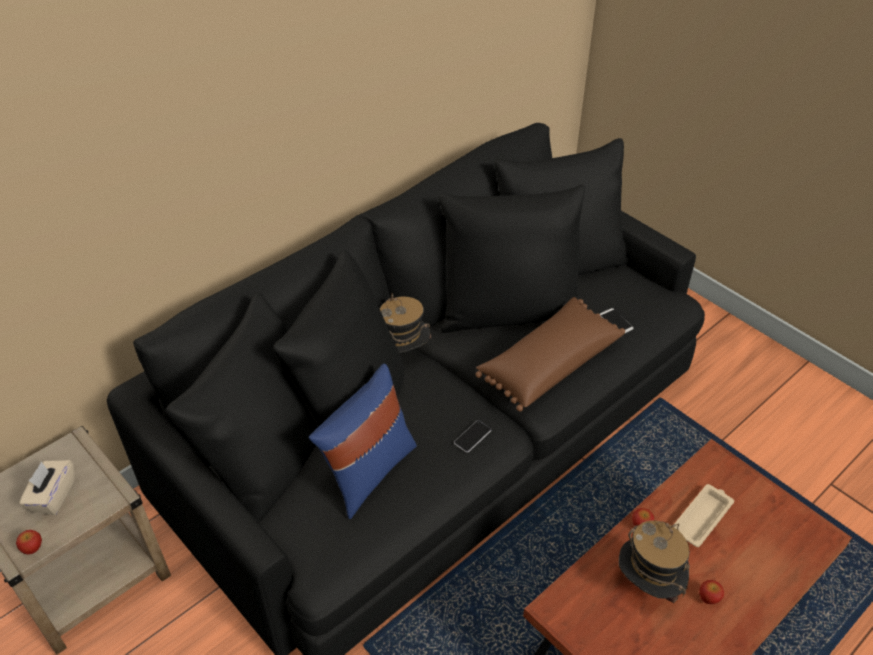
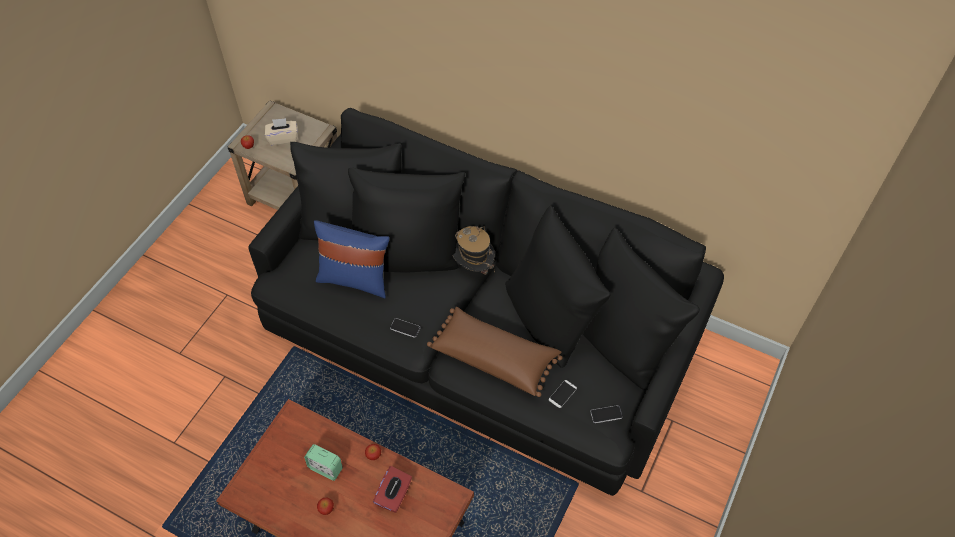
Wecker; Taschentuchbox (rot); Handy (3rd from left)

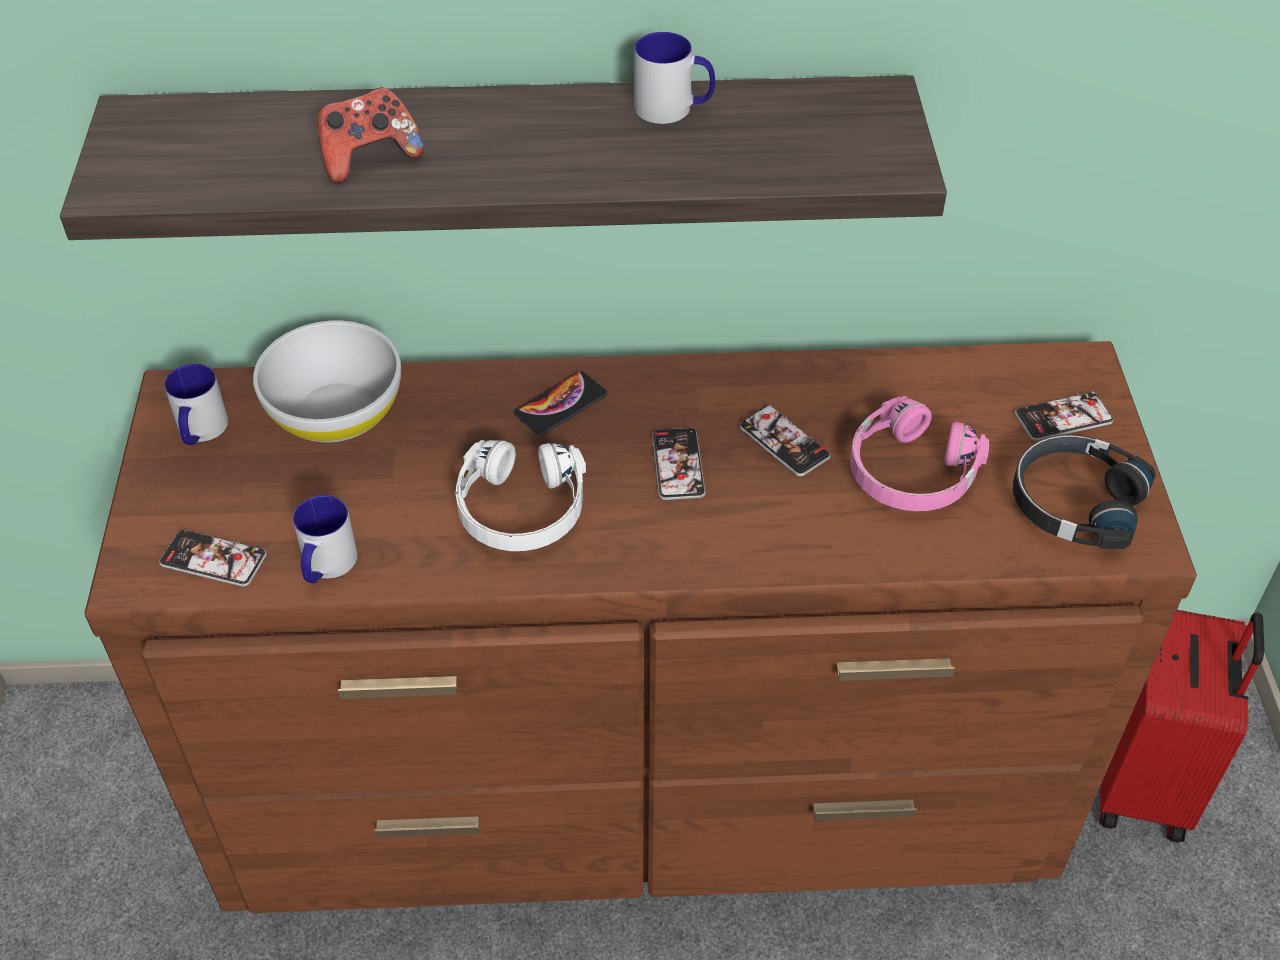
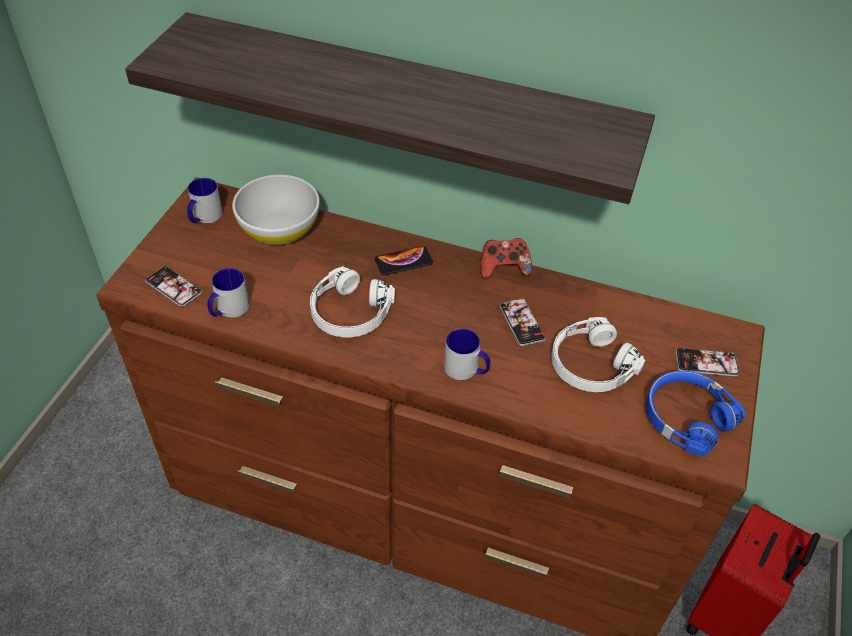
Gamepad; Henkelbecher (3rd from left); Handy (3rd from left in the first image); Kopfhörer (weiß) (2nd from left); Kopfhörer (blau)

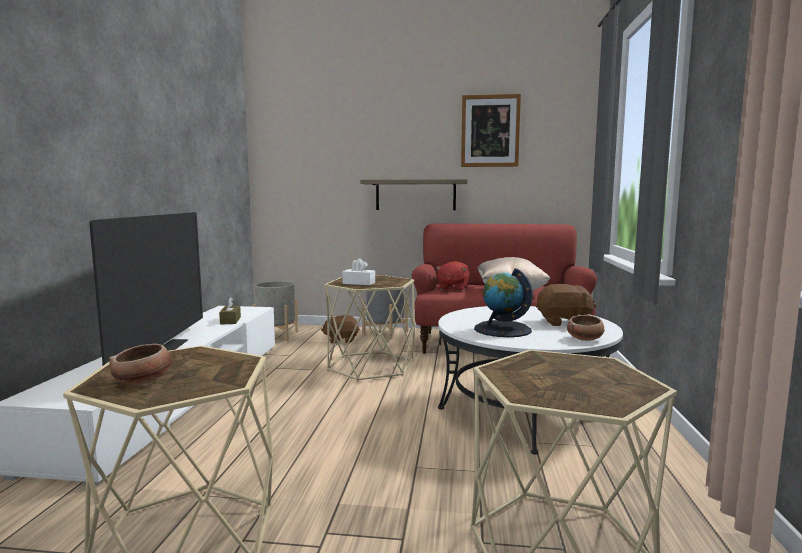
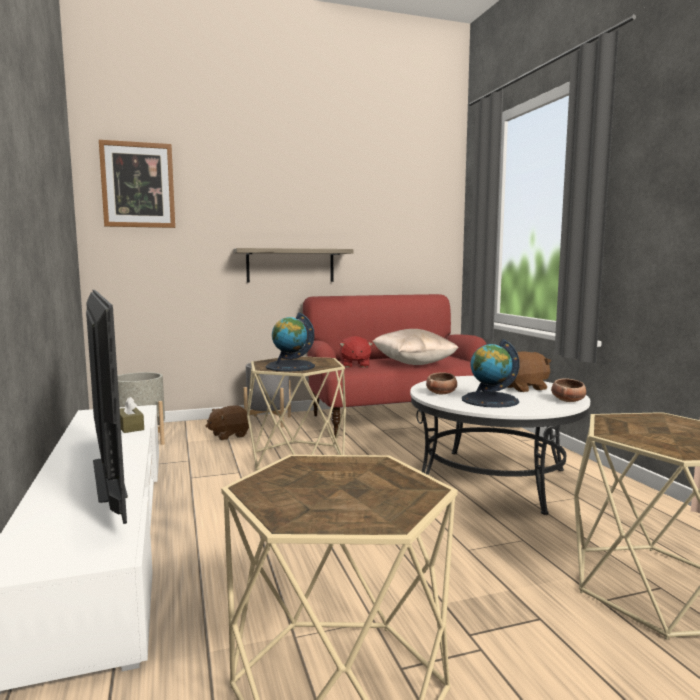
Schüssel (1st from left); Globus (1st from left); Bild

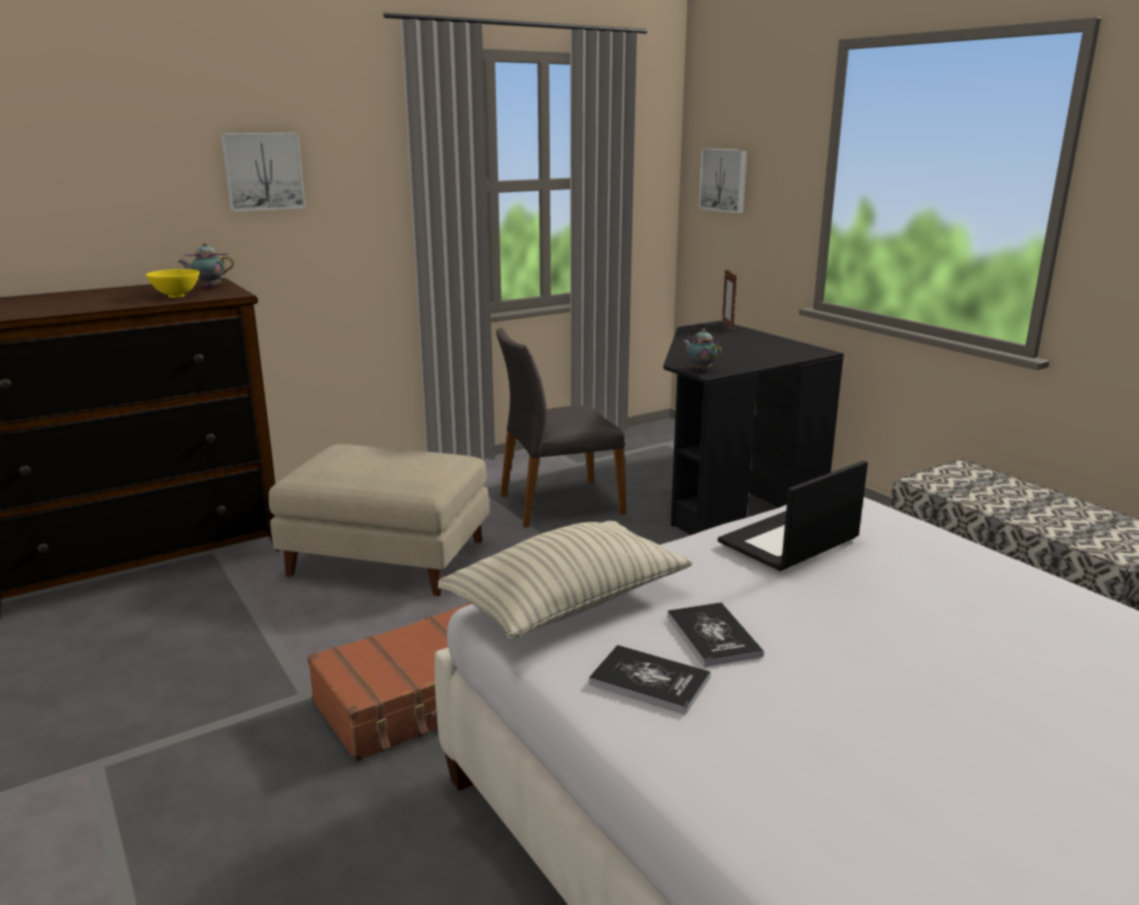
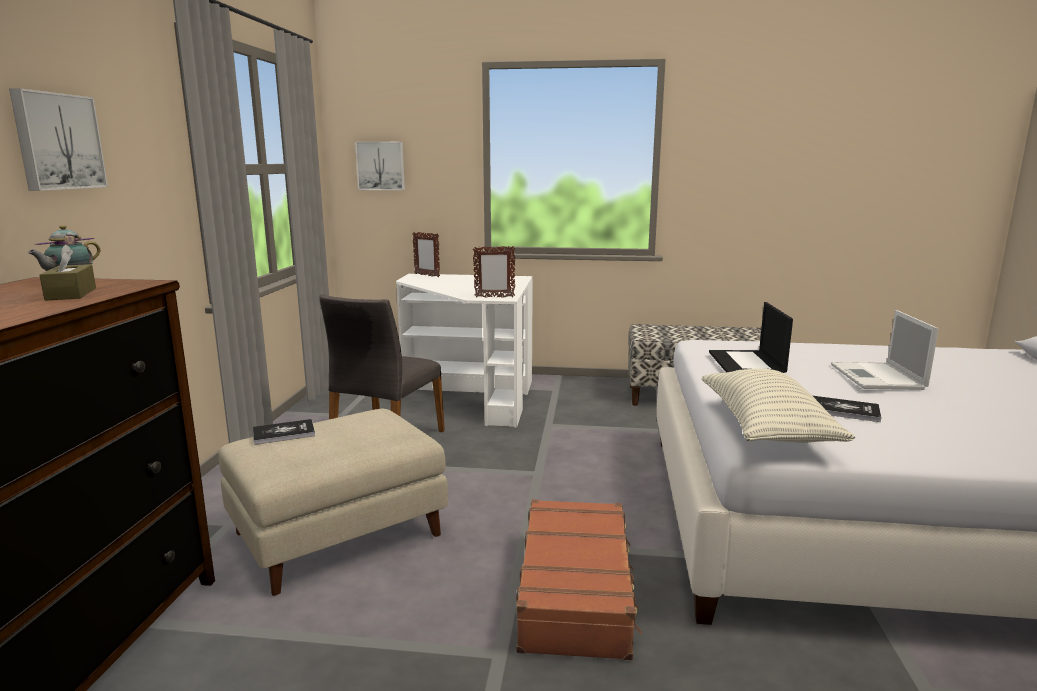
Taschentuchbox (braun); Buch (1st from left); Schreibtisch (weiß); Bilderrahmen (2nd from left); Laptop (2nd from left)

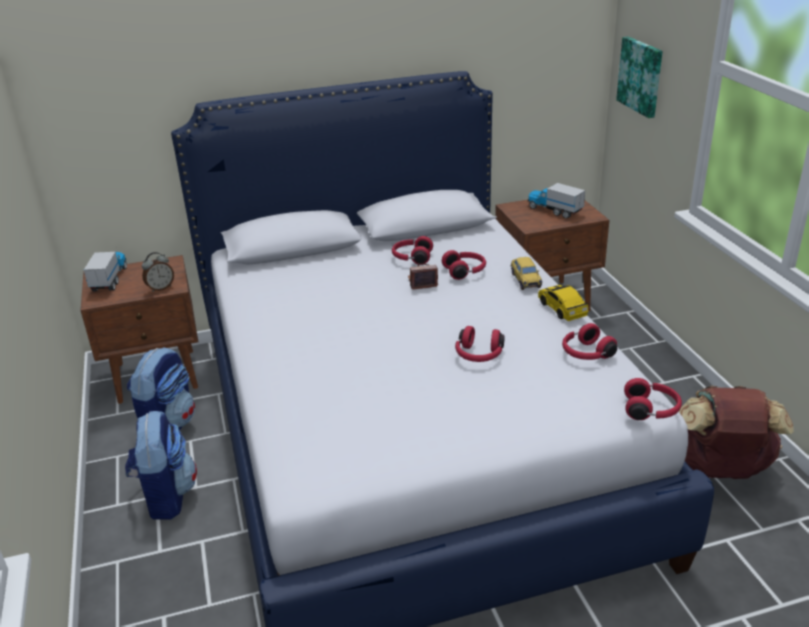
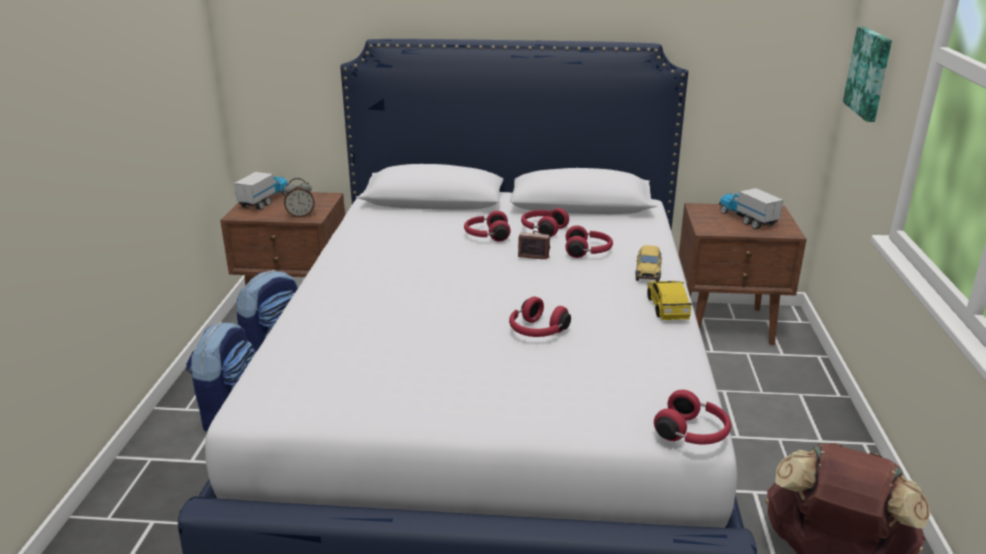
Kopfhörer (rot) (1st from left)

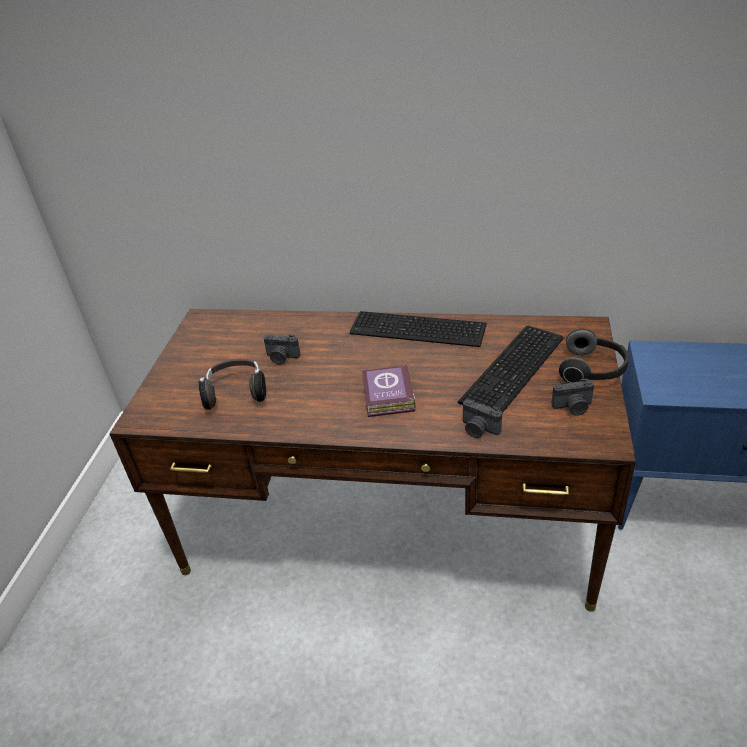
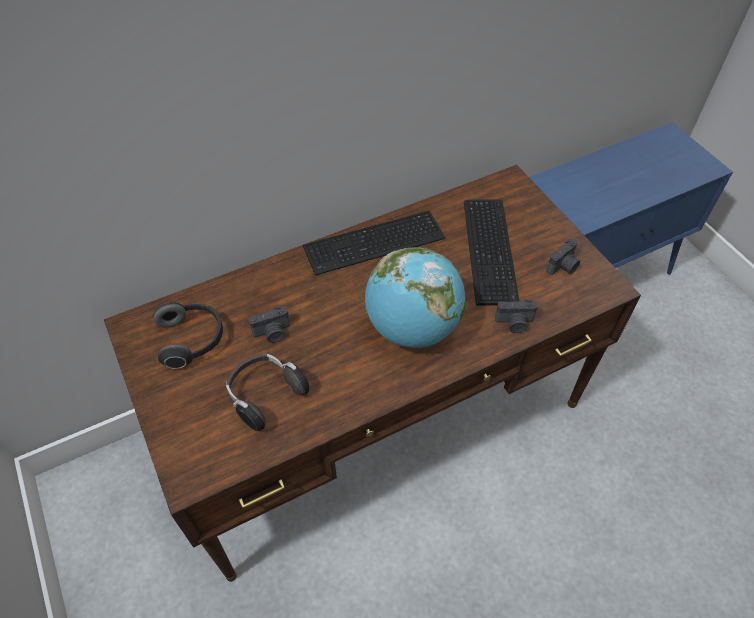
Globus; Kopfhörer (1st from left)

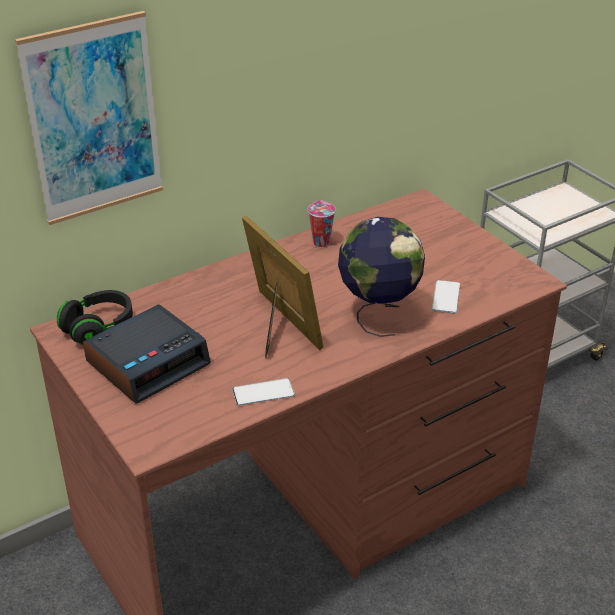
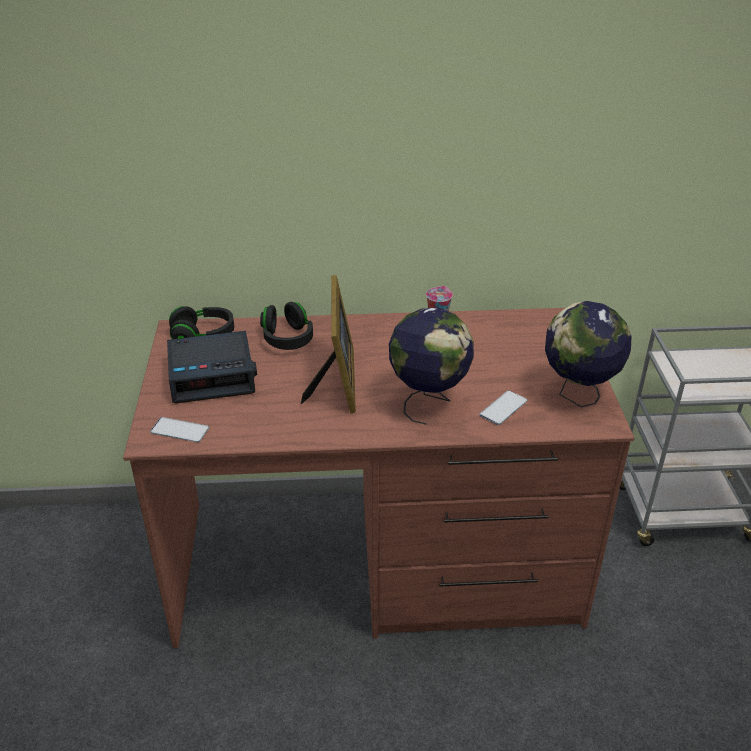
Bild; Handy (1st from left); Kopfhörer (schwarz) (2nd from left); Globus (2nd from left)

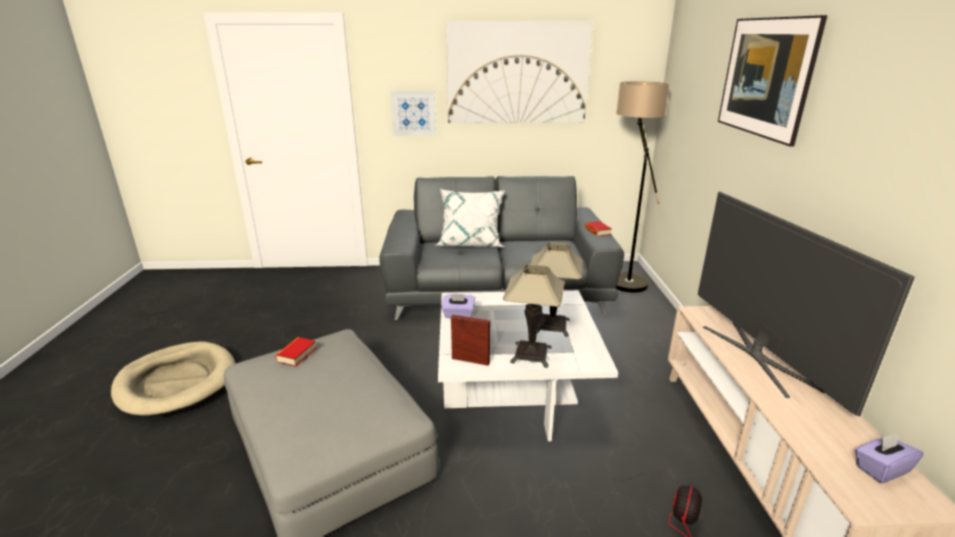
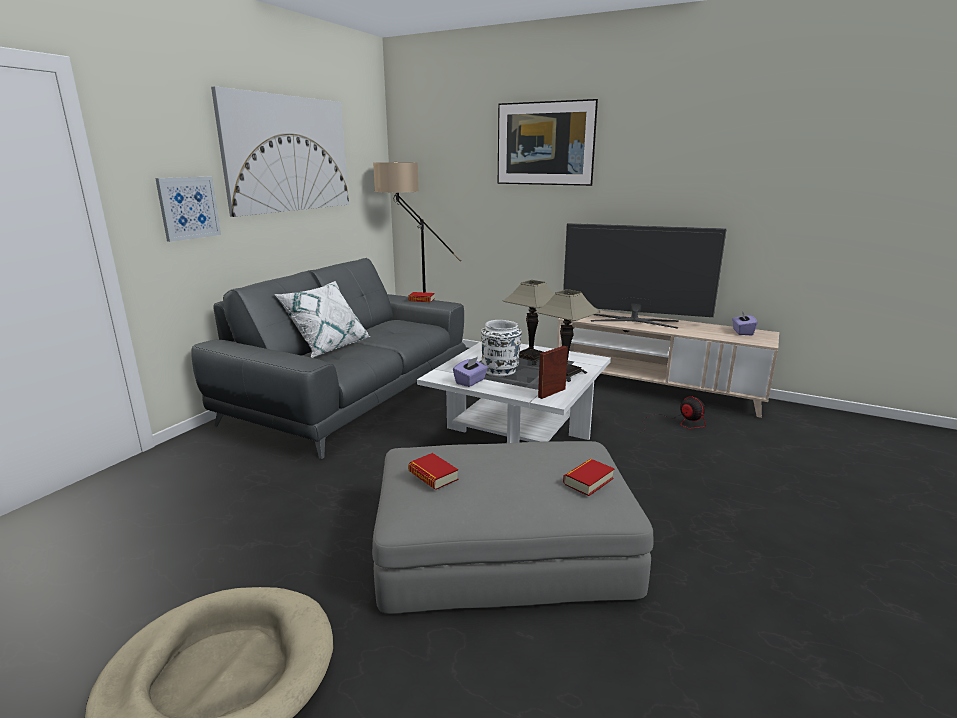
Vase (weiß); Buch (3rd from left)

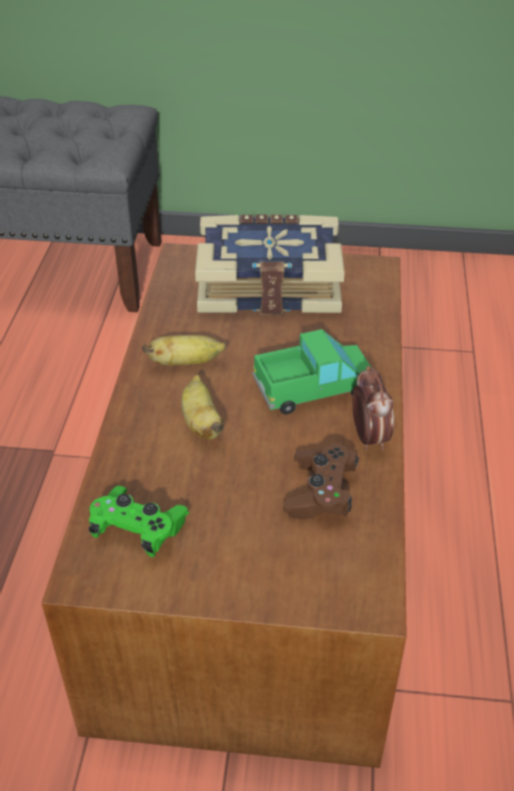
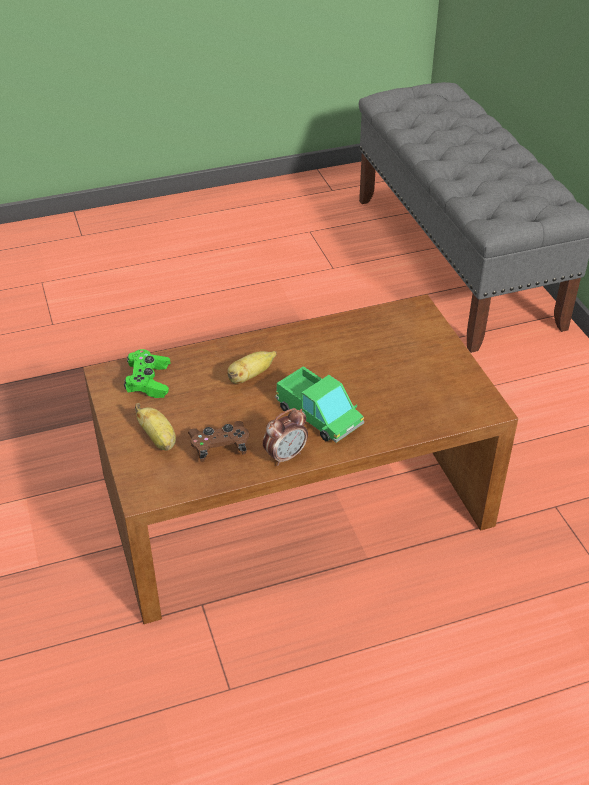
Banane (1st from left); Buch

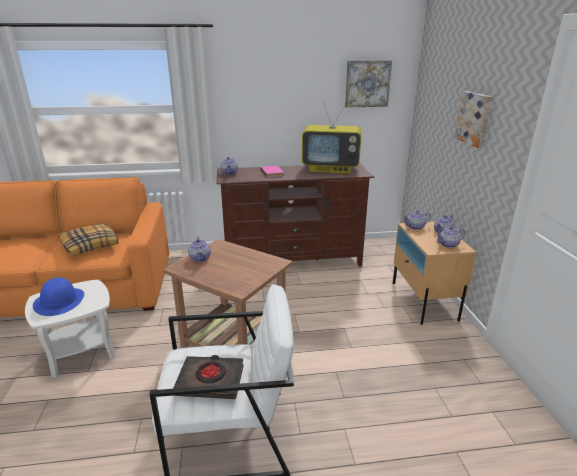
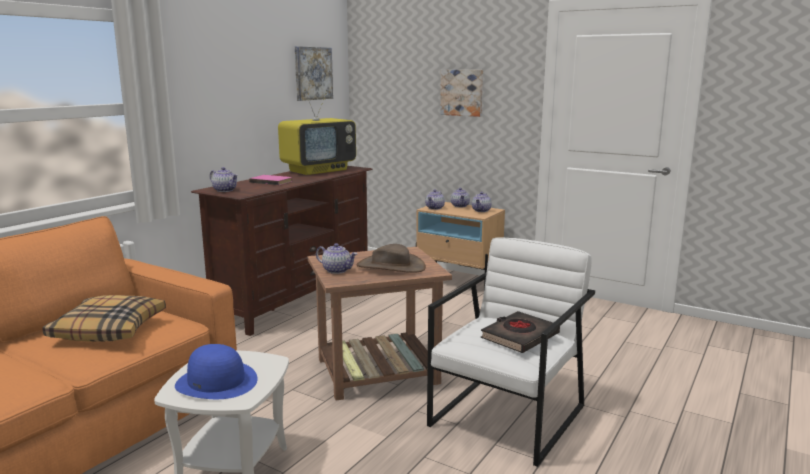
Hut (braun)

